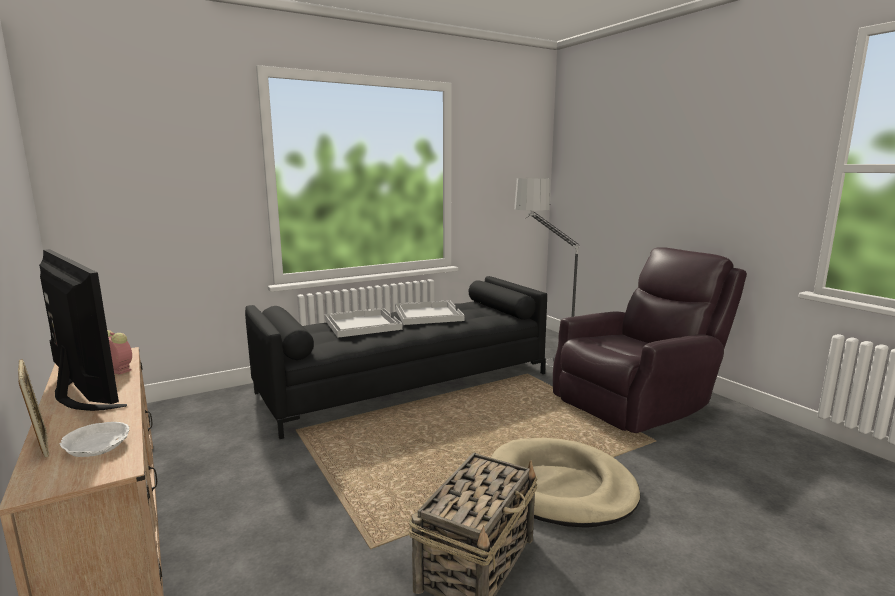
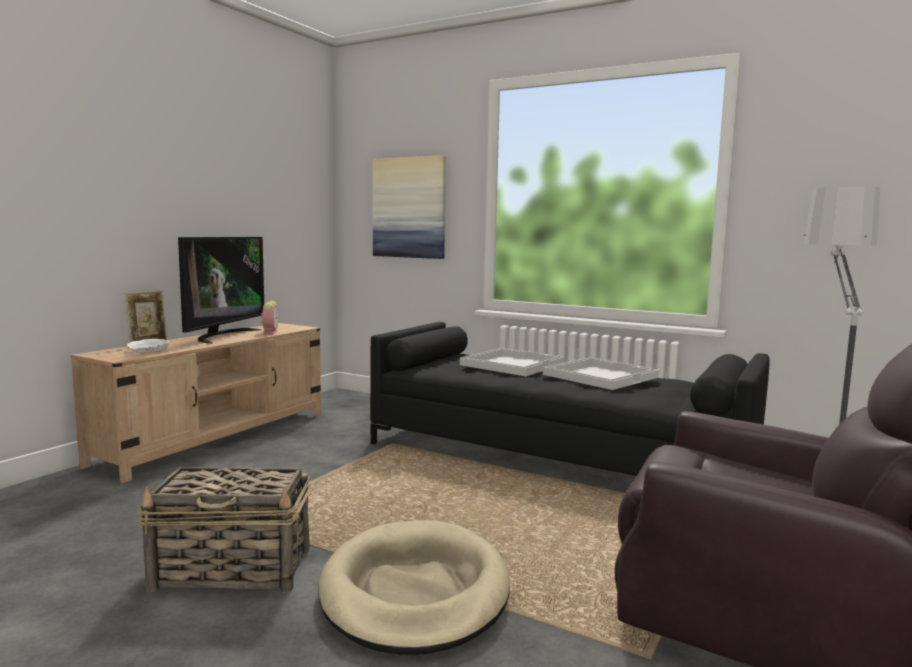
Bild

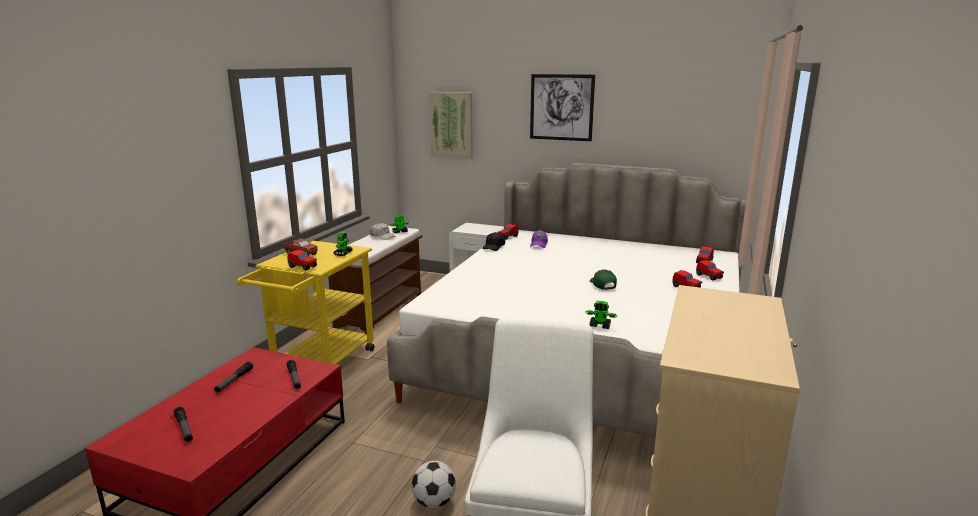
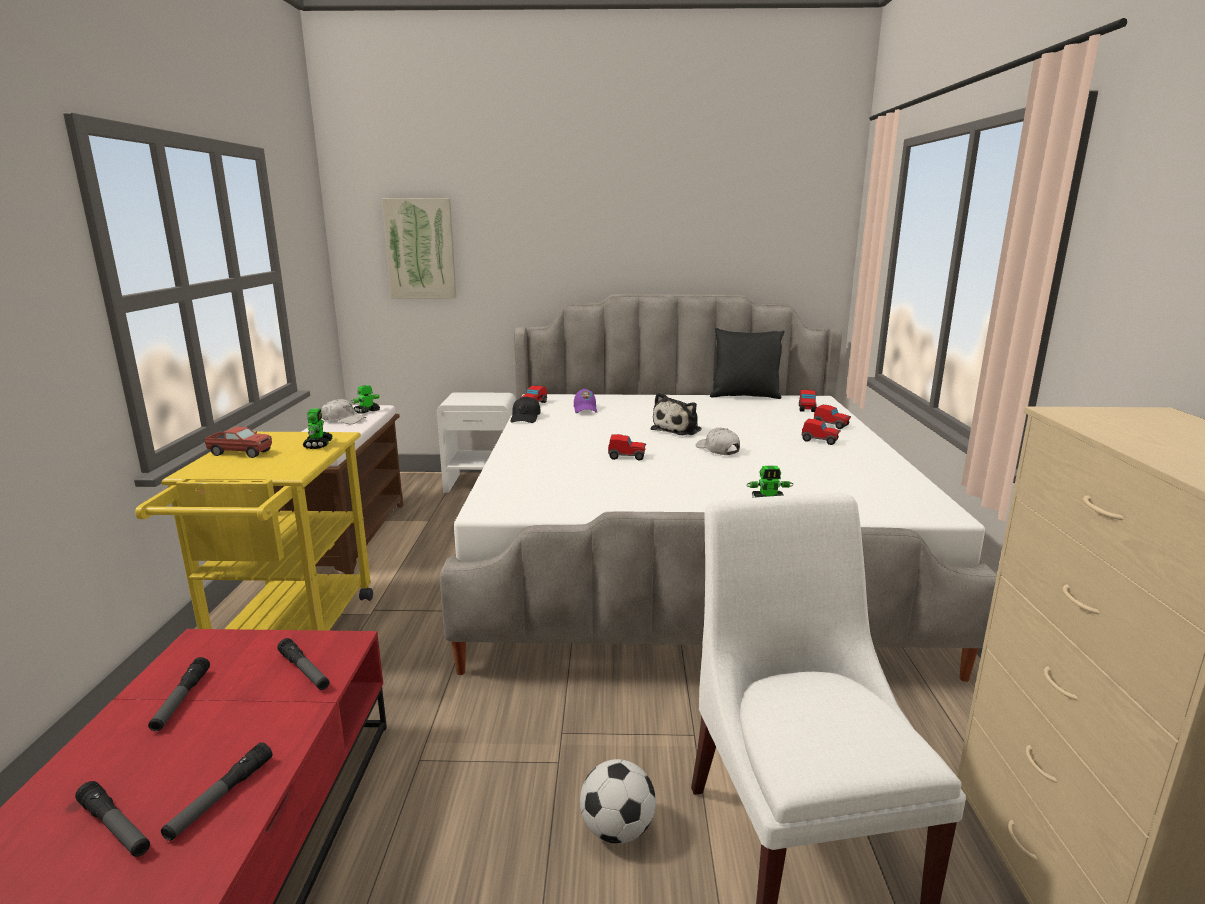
Spielzeugauto (2nd from left); Bild (2nd from left in the first image); Kappe (weiß) (2nd from left); Taschenlampe (3rd from left); Plüschtier; Kissen (schwarz)

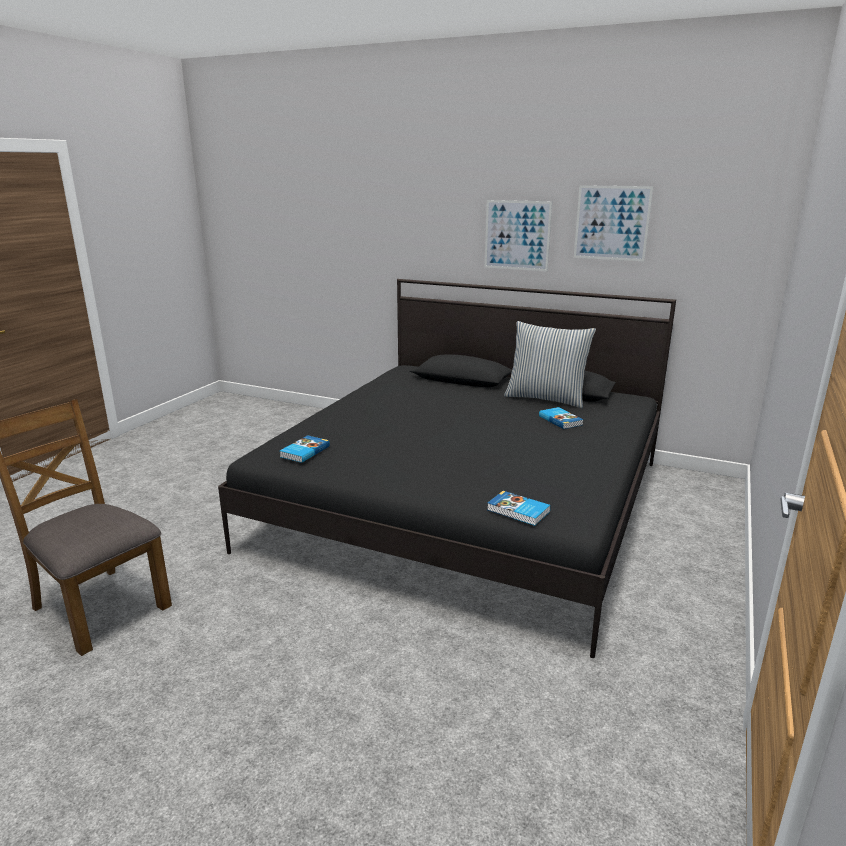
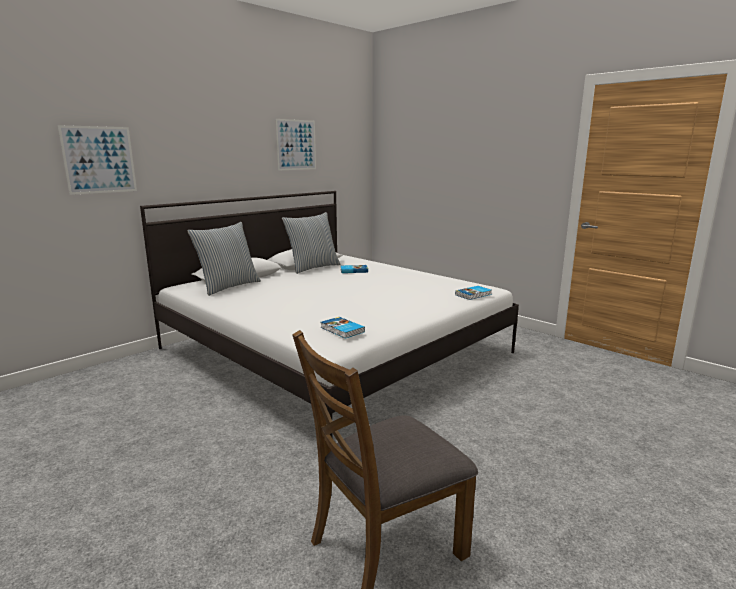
Bett (weiß); Bild (1st from left); Kissen (1st from left)

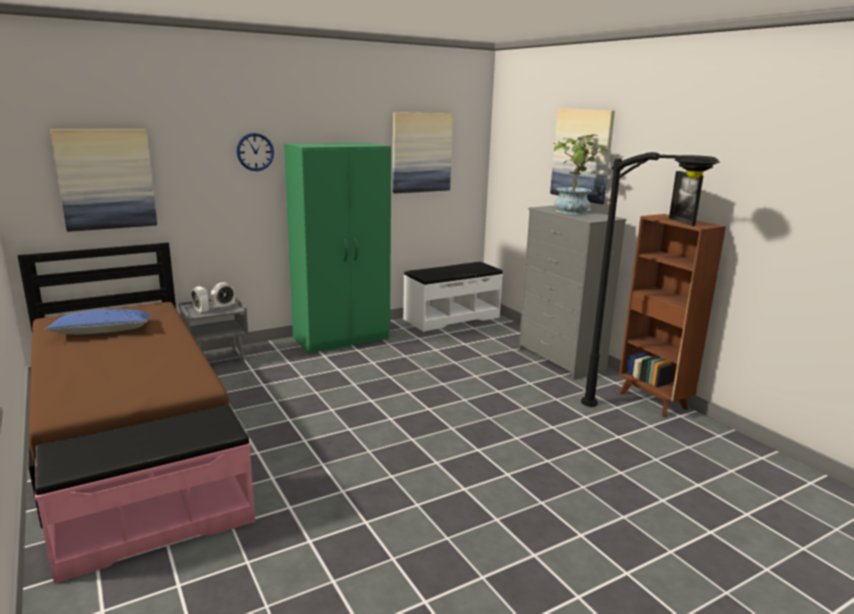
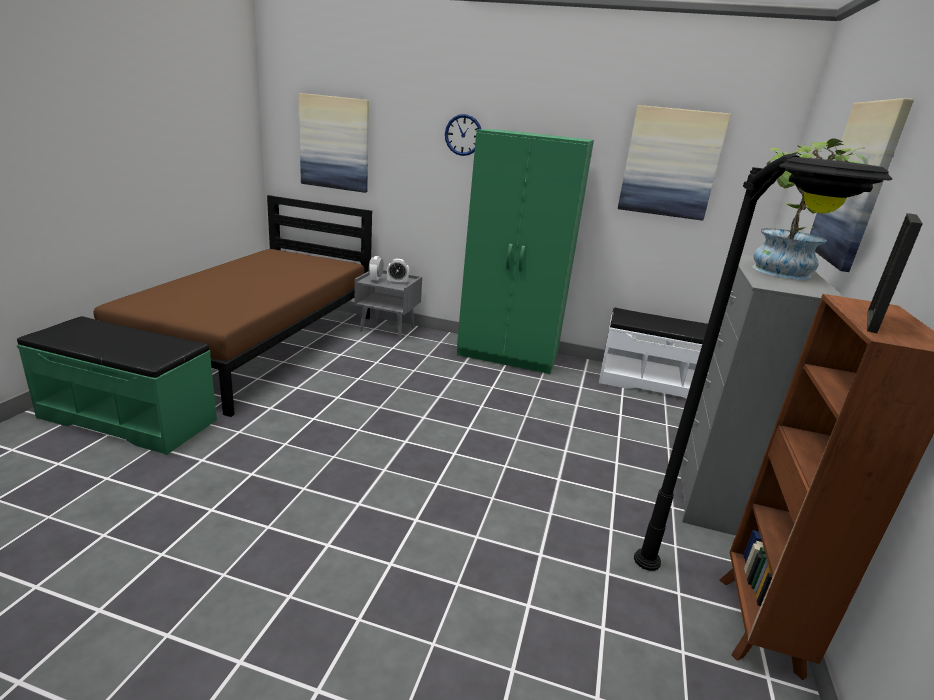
Bank (grün); Kissen (blau)

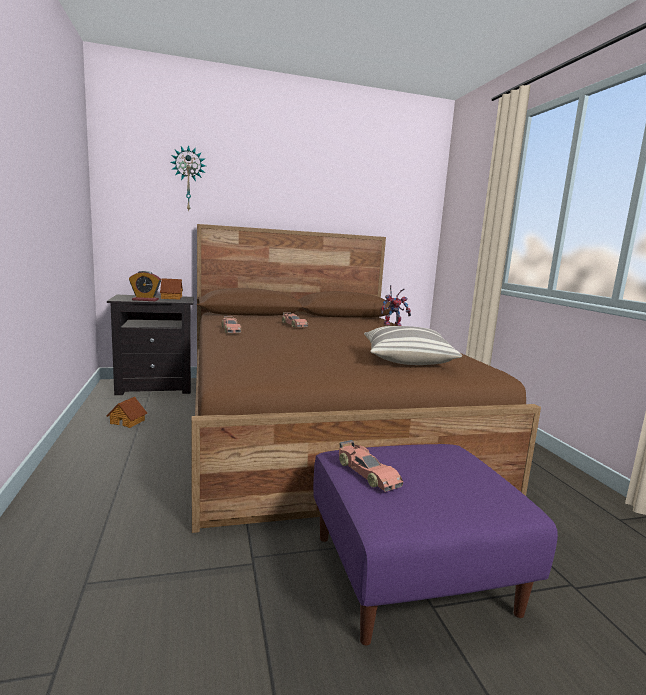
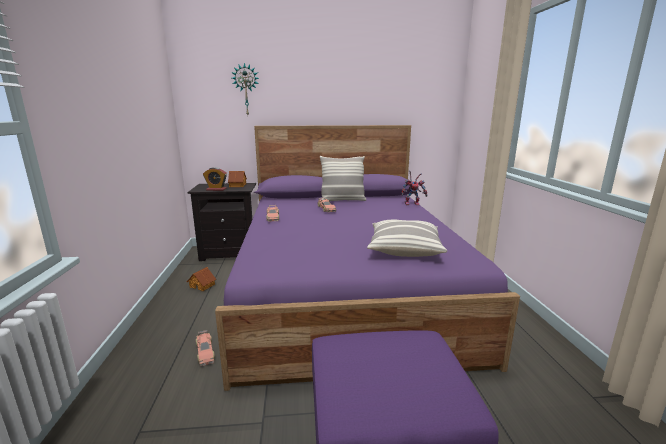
Bett (lila); Spielzeugauto (1st from left); Kissen (1st from left)

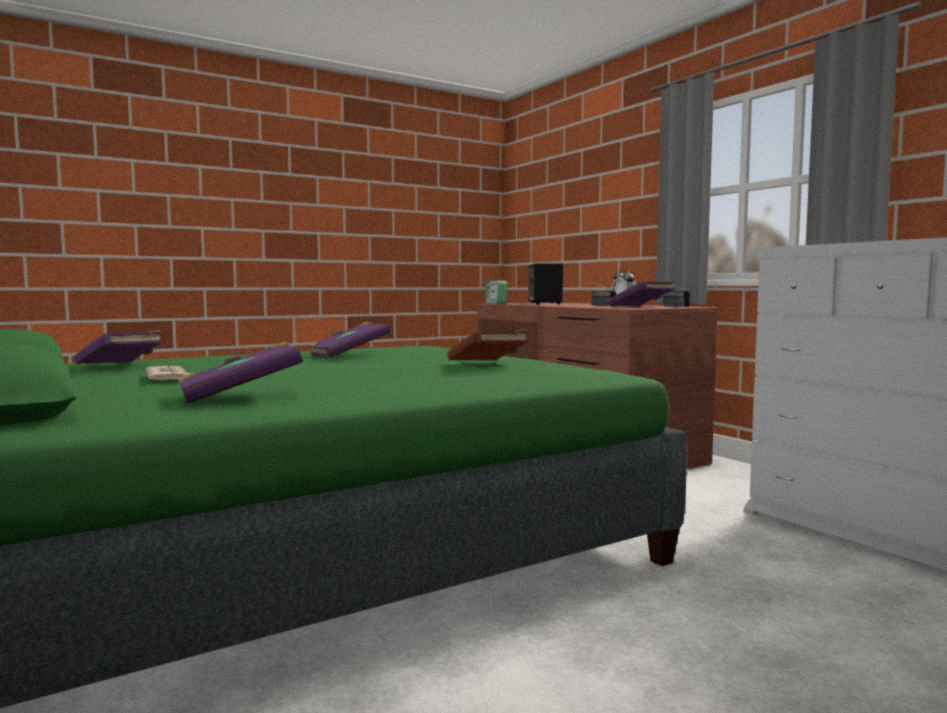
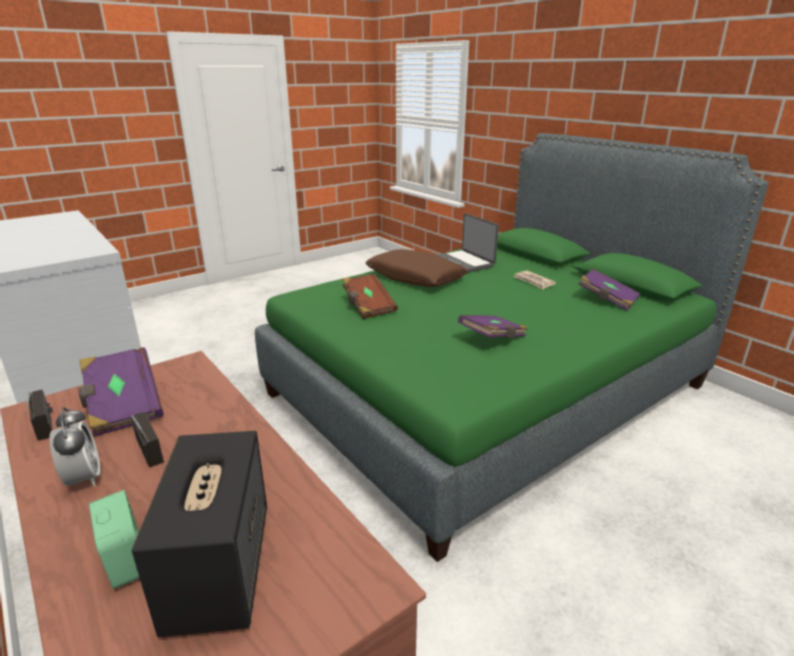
Laptop; Wecker (2nd from left); Kissen (braun)

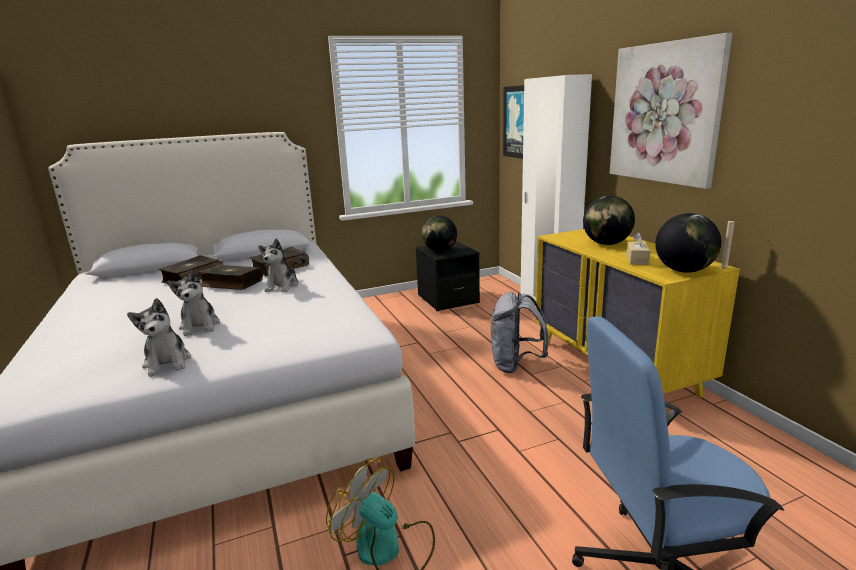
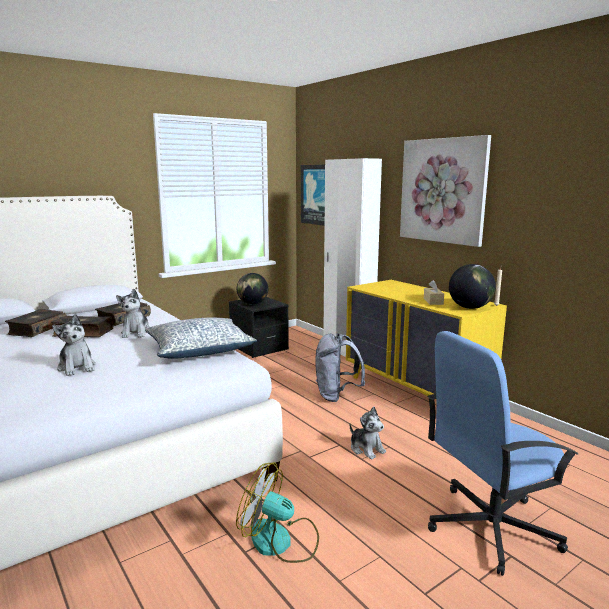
Plüschtier (3rd from left); Globus (2nd from left in the first image); Kissen

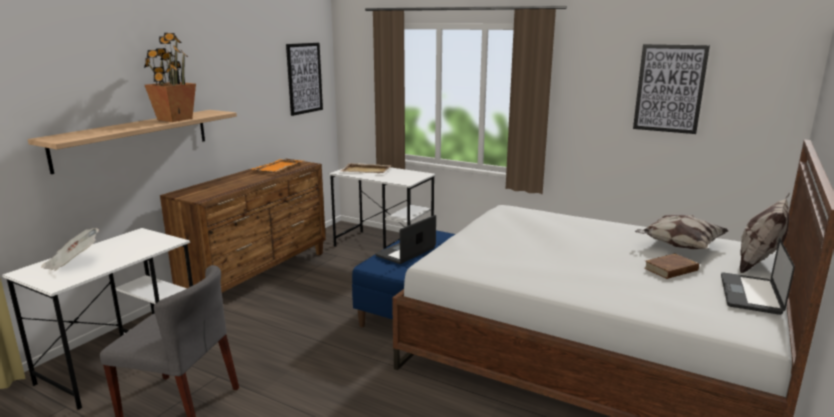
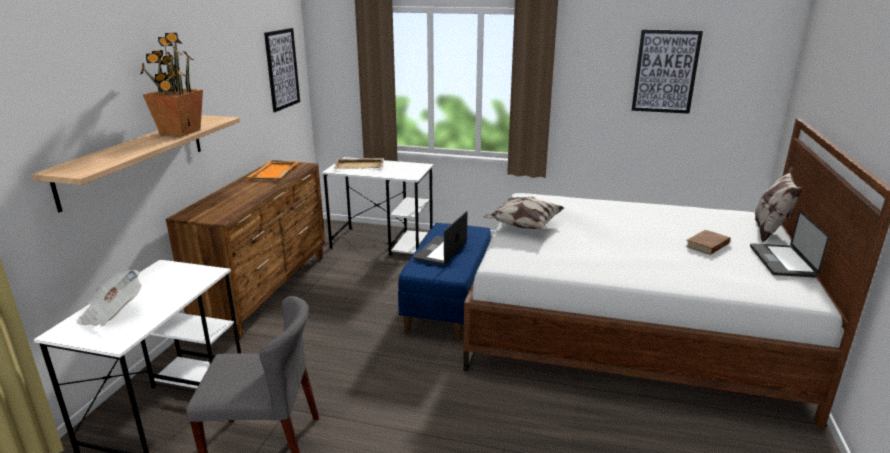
Kissen (1st from left)

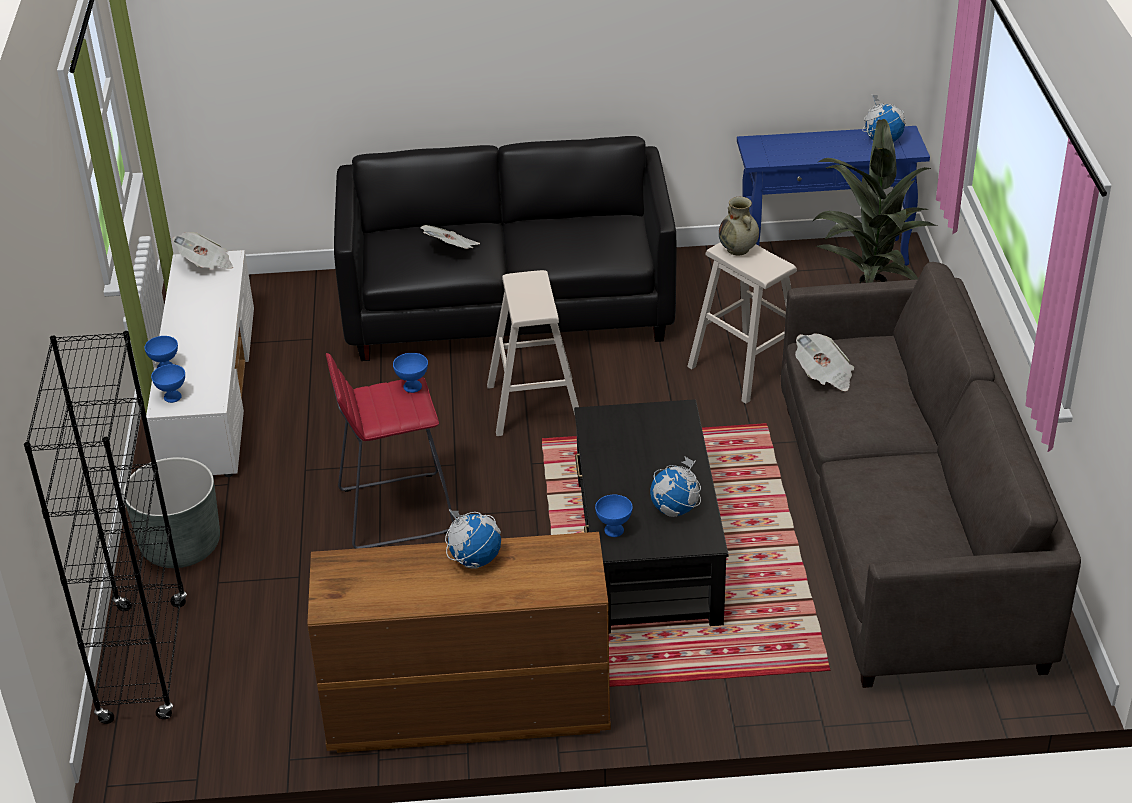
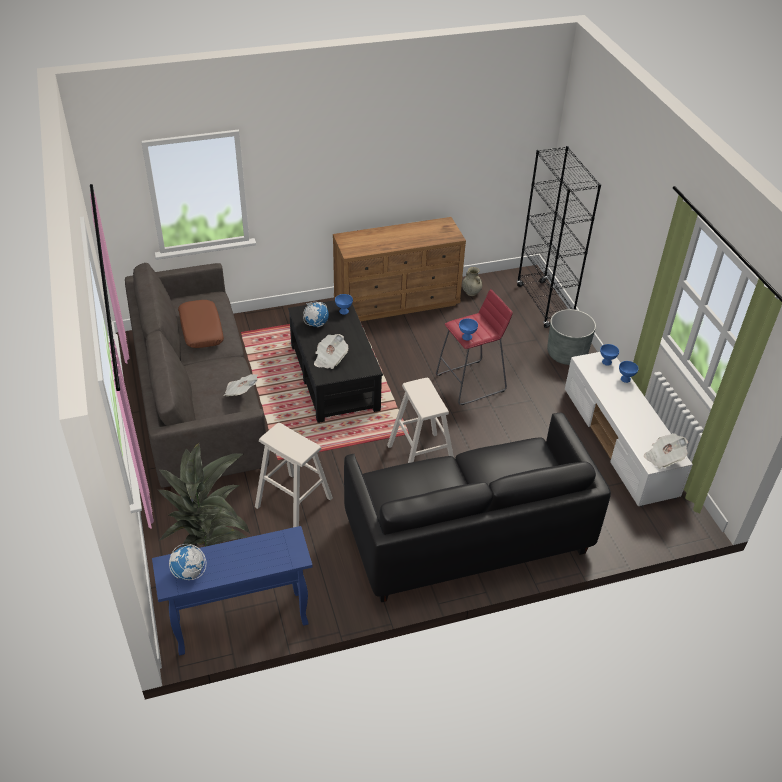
Zeitung (2nd from left); Globus (1st from left in the first image); Vase (beige); Kissen (braun)

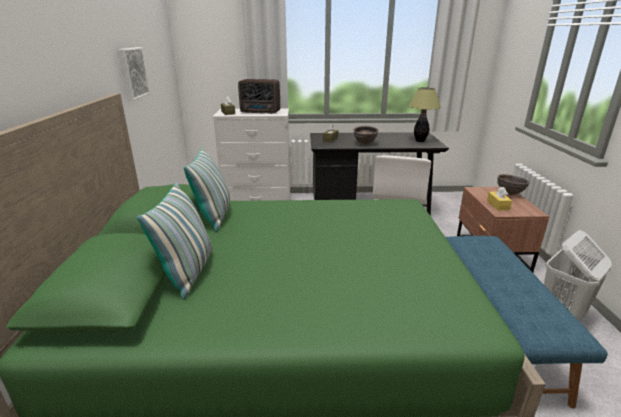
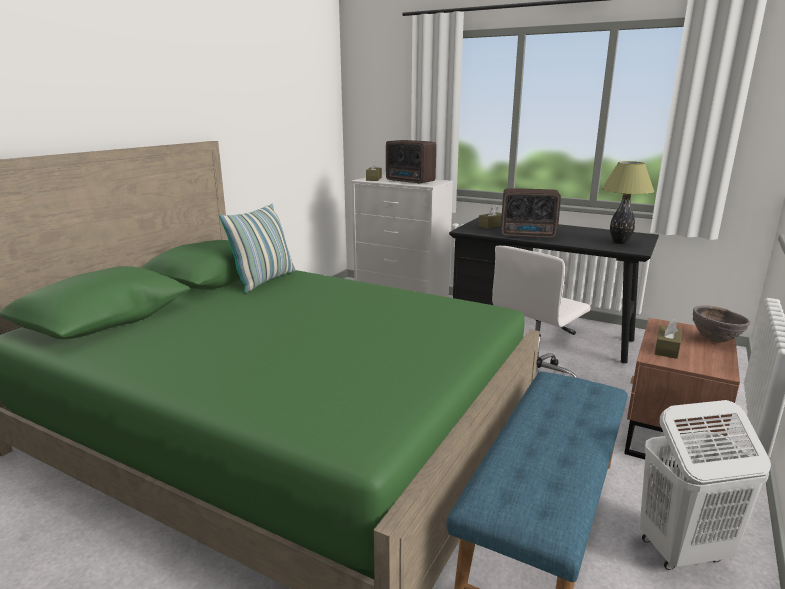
Bild; Kissen (1st from left in the first image); Radio (2nd from left); Taschentuchbox (braun) (3rd from left)

